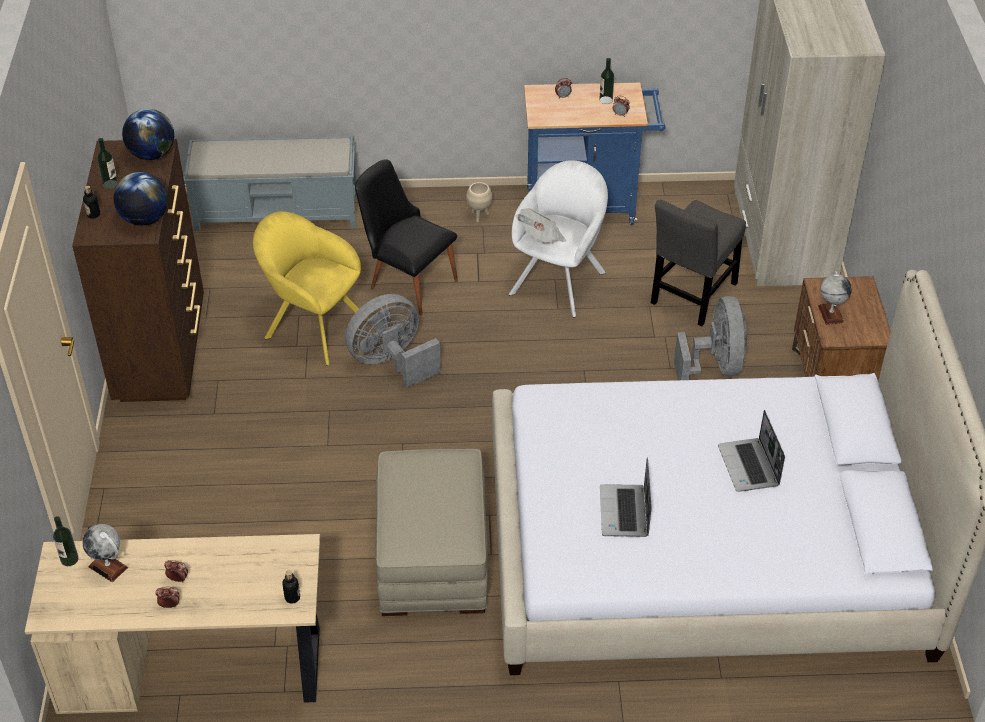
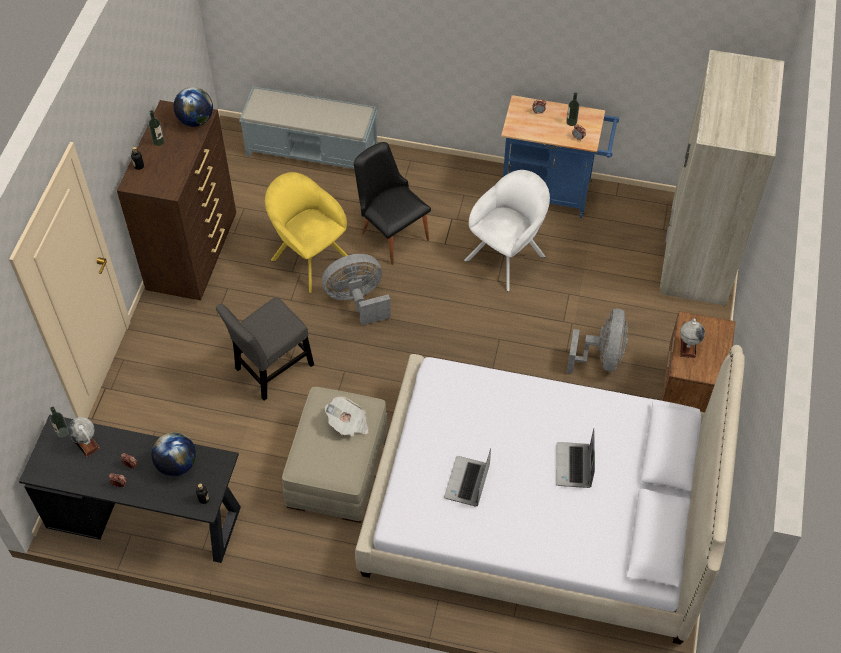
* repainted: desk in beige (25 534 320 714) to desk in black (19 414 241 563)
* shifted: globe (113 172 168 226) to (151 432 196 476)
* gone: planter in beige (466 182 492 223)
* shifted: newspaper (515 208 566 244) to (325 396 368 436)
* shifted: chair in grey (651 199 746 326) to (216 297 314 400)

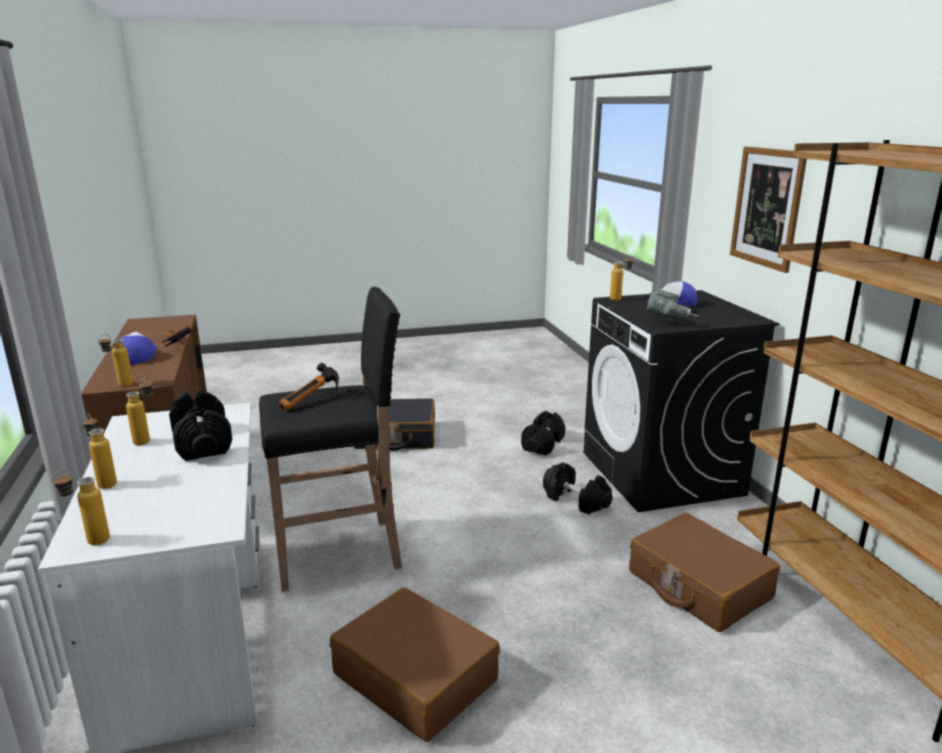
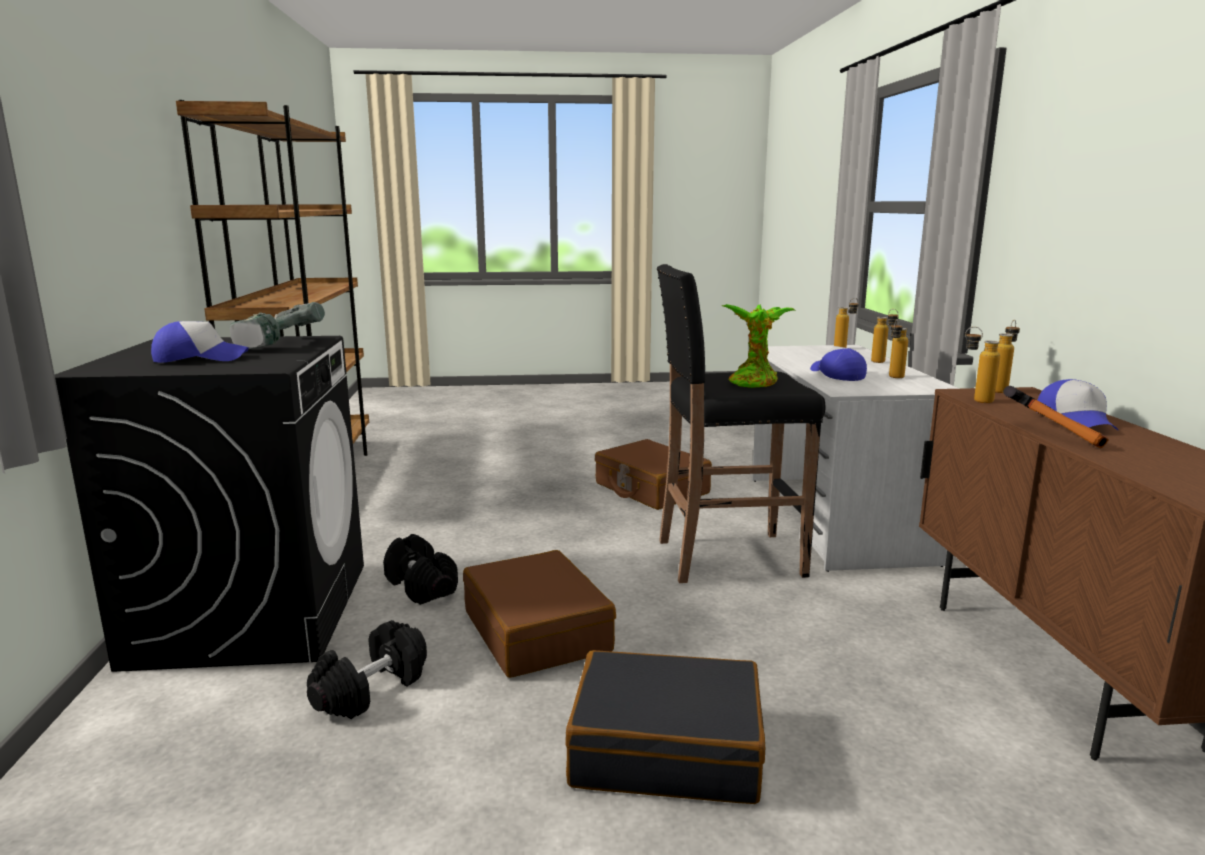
* swapped: dumbbell in black (169 390 232 461) to cap (810 346 867 381)
* swapped: hammer (278 363 339 411) to potted plant (722 304 795 388)
* shifted: bottle (610 255 634 301) to (965 327 1000 403)
* shifted: suitcase in brown (629 513 780 632) to (463 550 616 678)
* gone: picture (730 147 807 273)

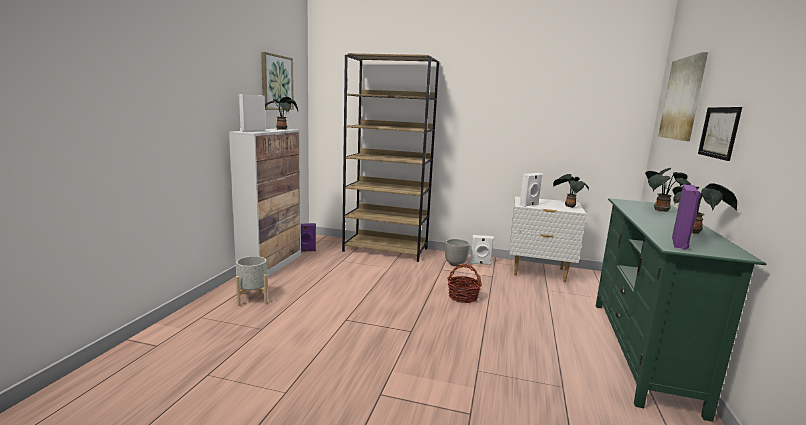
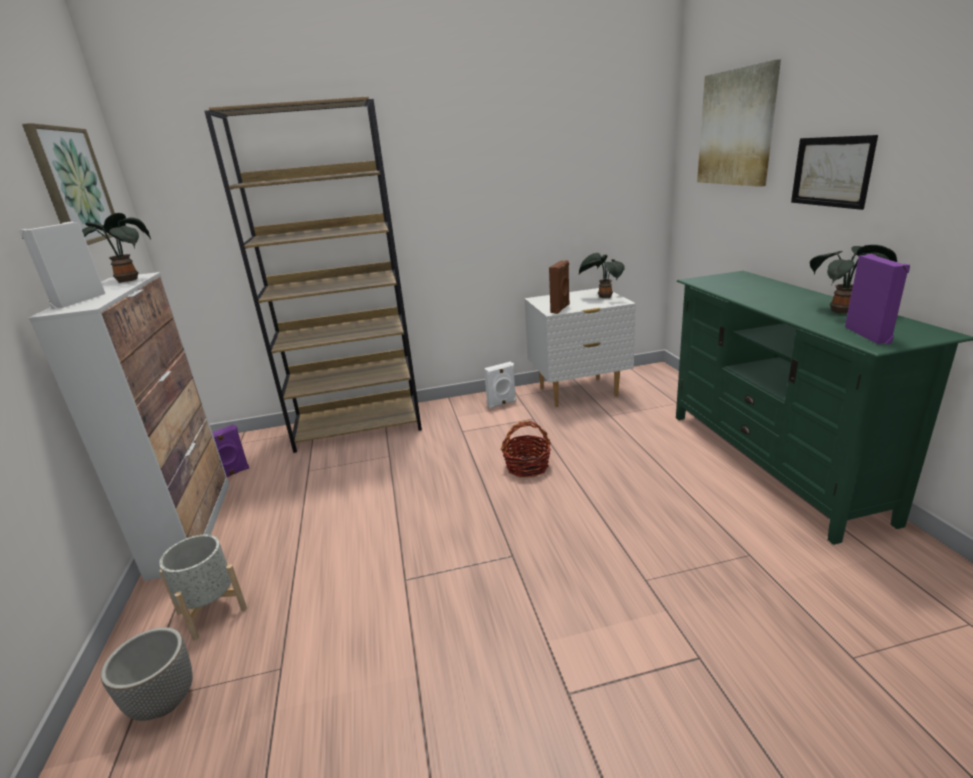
* shifted: planter (445 239 470 266) to (101 627 193 721)
* repainted: speaker in white (520 173 543 207) to speaker in brown (549 260 570 314)
* gone: potted plant (645 168 691 212)

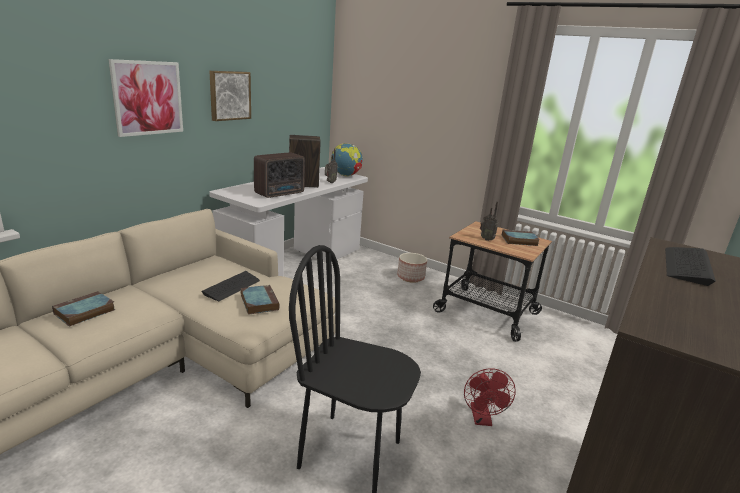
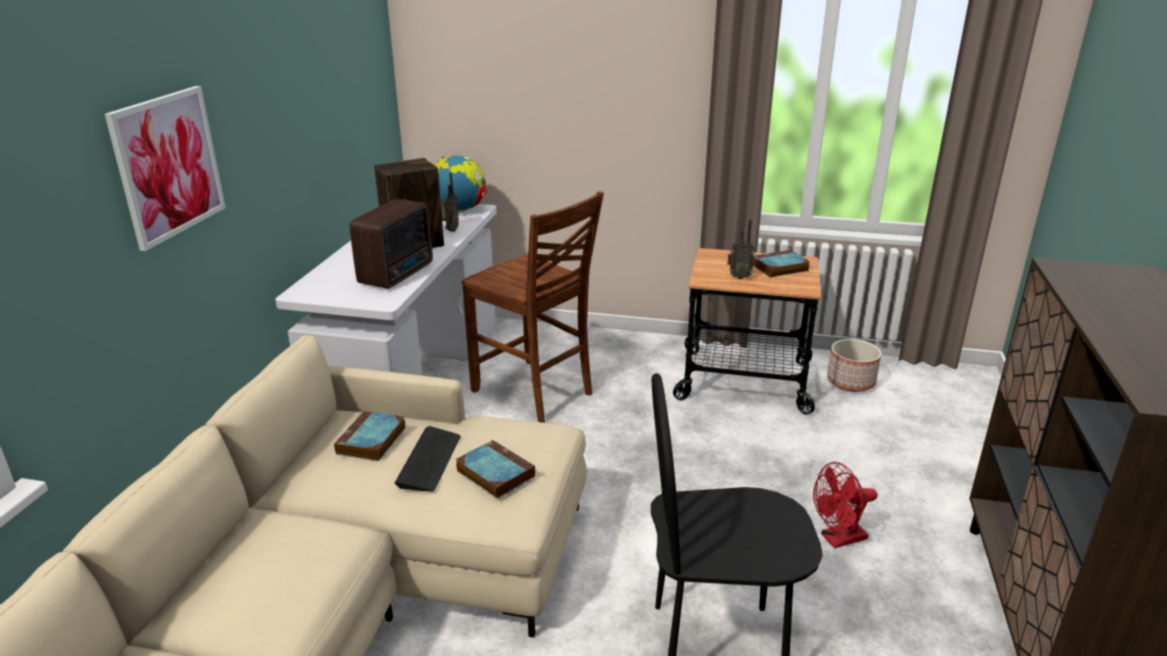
* shifted: book (52 291 115 327) to (334 411 406 461)
* gone: picture (209 71 251 121)
* shifted: planter (397 253 427 283) to (827 339 881 392)
* rotated: fan in red (464 368 516 426) = (813 462 877 548) 90 degrees clockwise
* gone: keyboard (665 247 716 286)
* new: chair in brown (462 191 604 423)

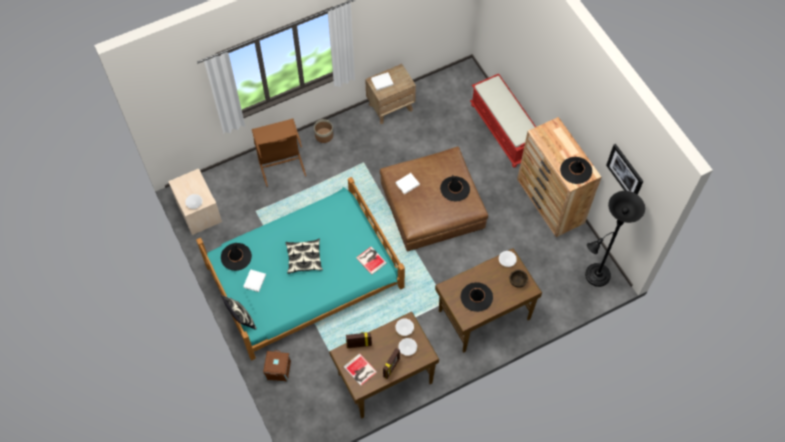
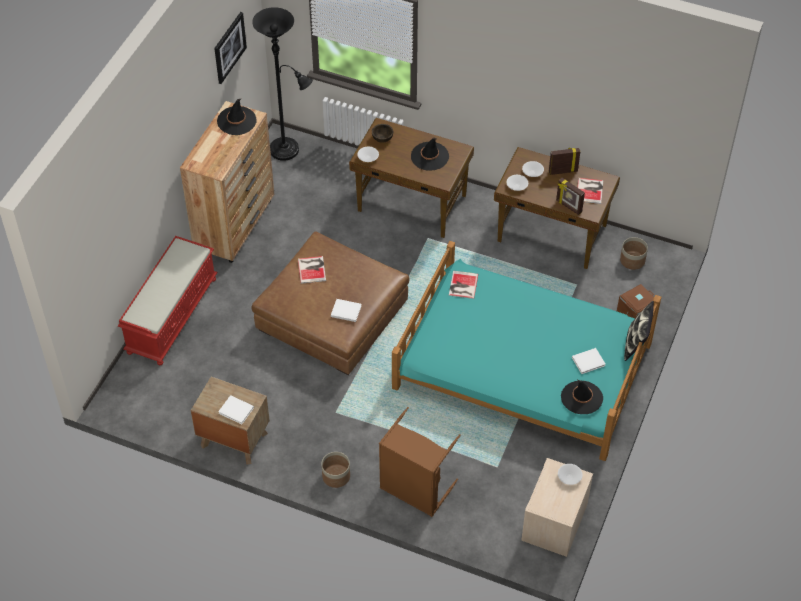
* gone: pillow (285 239 323 274)
* swapped: hat in black (440 174 470 202) to book (298 256 326 284)
* new: planter (620 237 648 270)

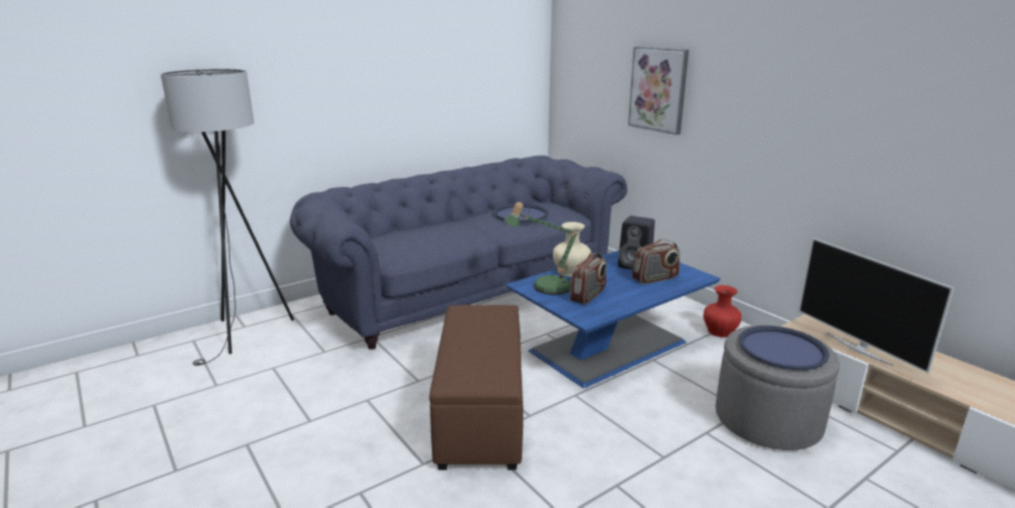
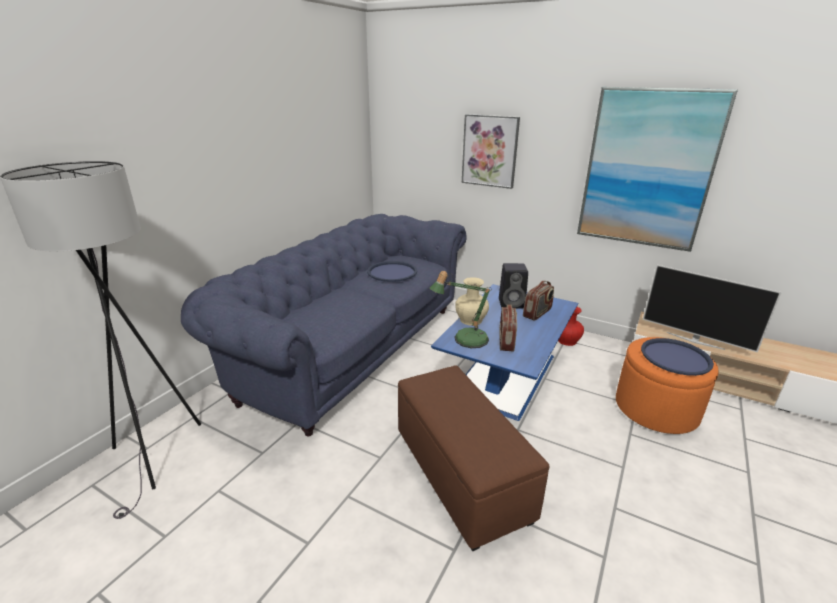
* repainted: ottoman in grey (716 325 840 450) to ottoman in orange (616 337 718 434)
* new: picture (577 87 738 252)

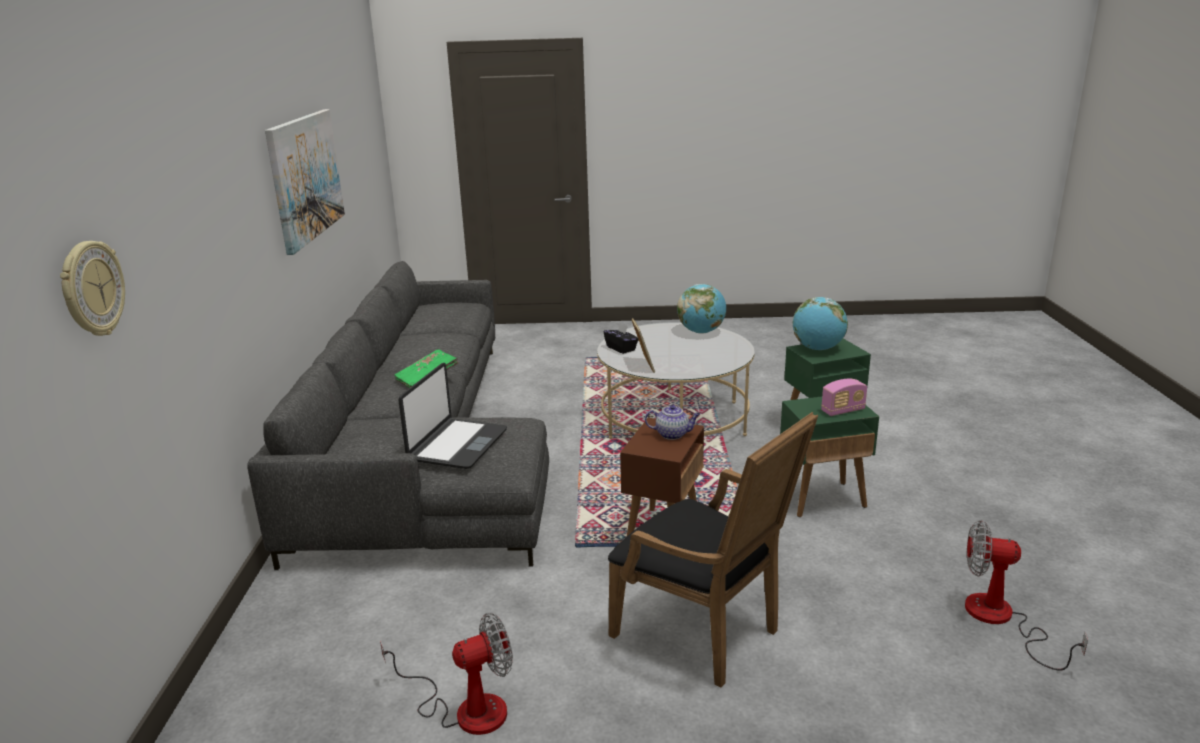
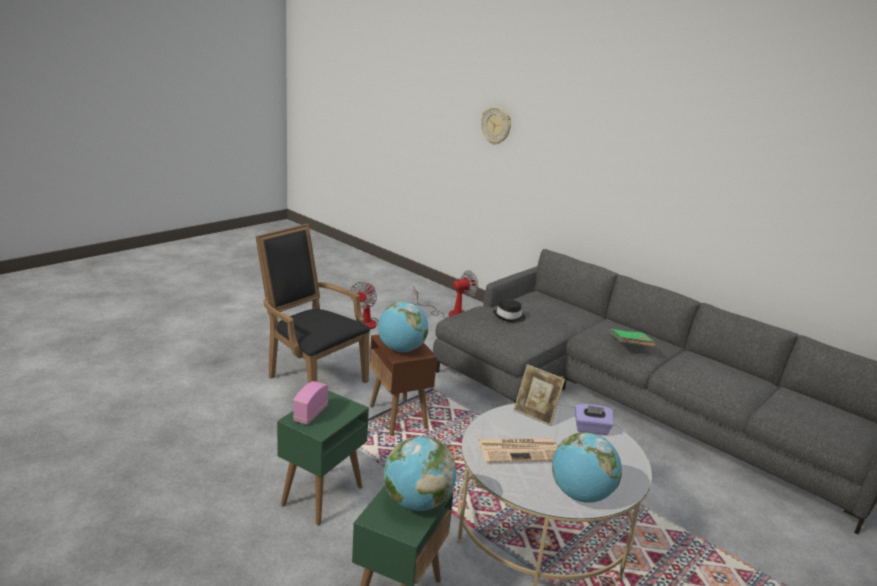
* gone: picture (265 109 345 255)
* swapped: laptop (398 363 507 469) to hat in black (493 299 526 322)
* repainted: tissue box in black (604 323 638 354) to tissue box in purple (575 404 614 435)
* rotated: armchair in black (608 412 818 688) = (255 224 370 383) 45 degrees clockwise
* swapped: teapot (645 405 700 440) to globe (378 301 428 352)
* shifted: fan (965 520 1088 670) to (413 270 478 318)
* new: newspaper (478 438 557 463)

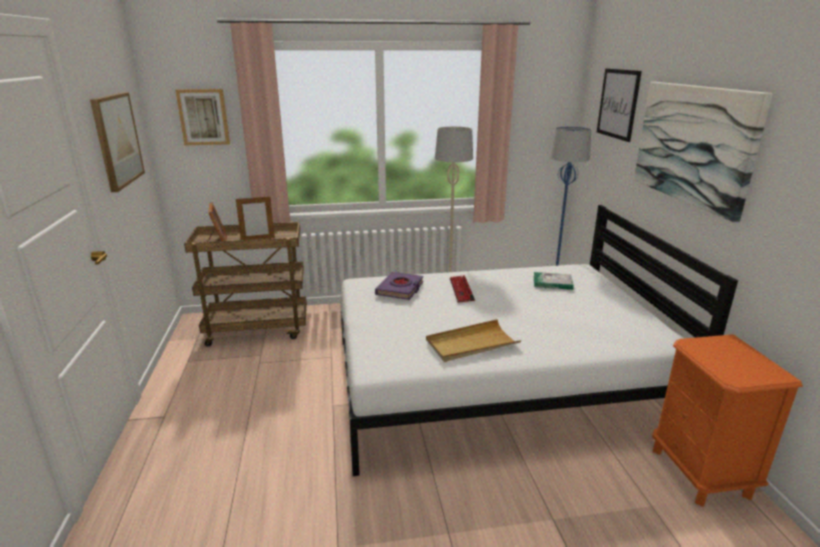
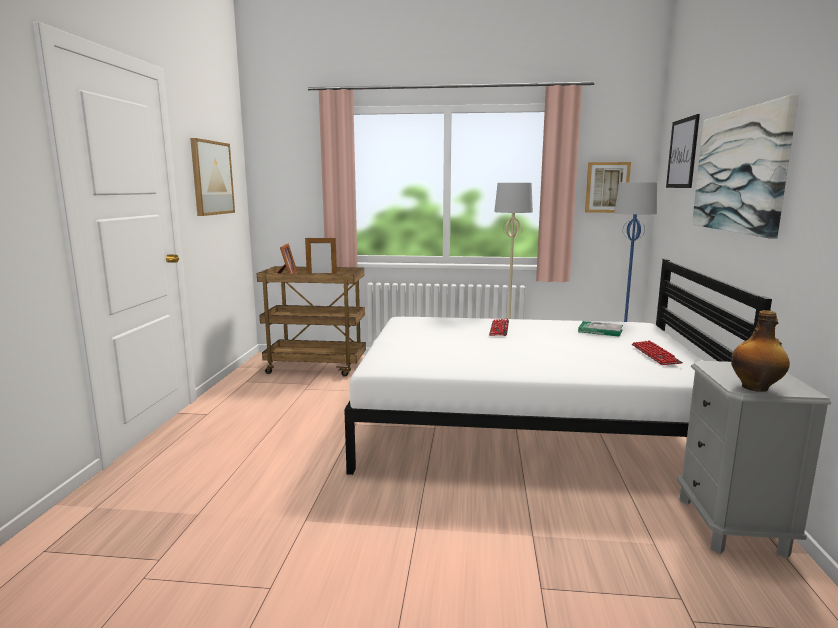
* shifted: picture (175 89 230 145) to (585 162 631 213)
* gone: book in purple (375 272 424 300)
* gone: tray in beige (426 319 521 362)
* repainted: nightstand in orange (652 334 803 507) to nightstand in grey (677 361 831 559)
* new: keyboard (632 340 683 365)
* new: bottle (731 310 790 392)

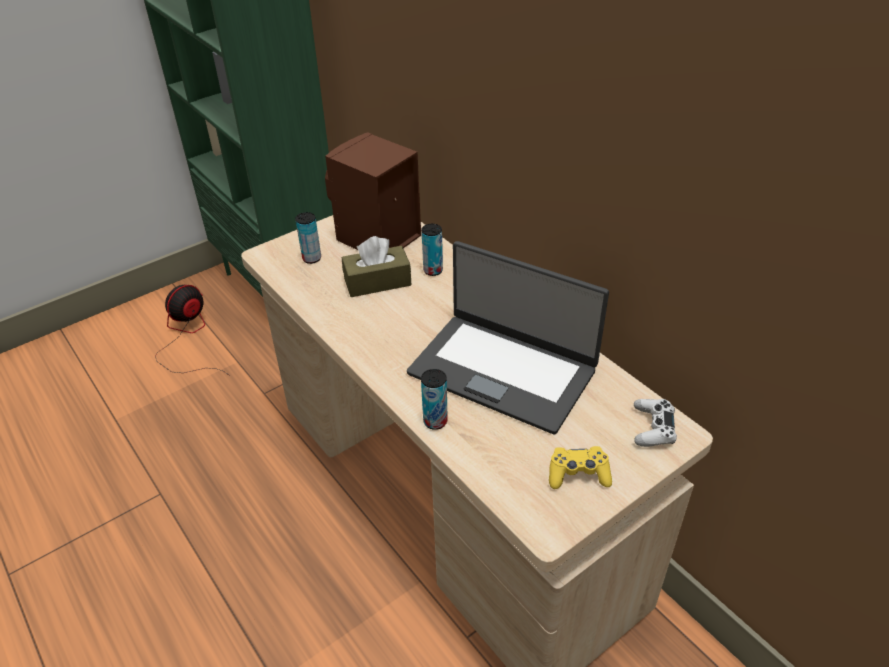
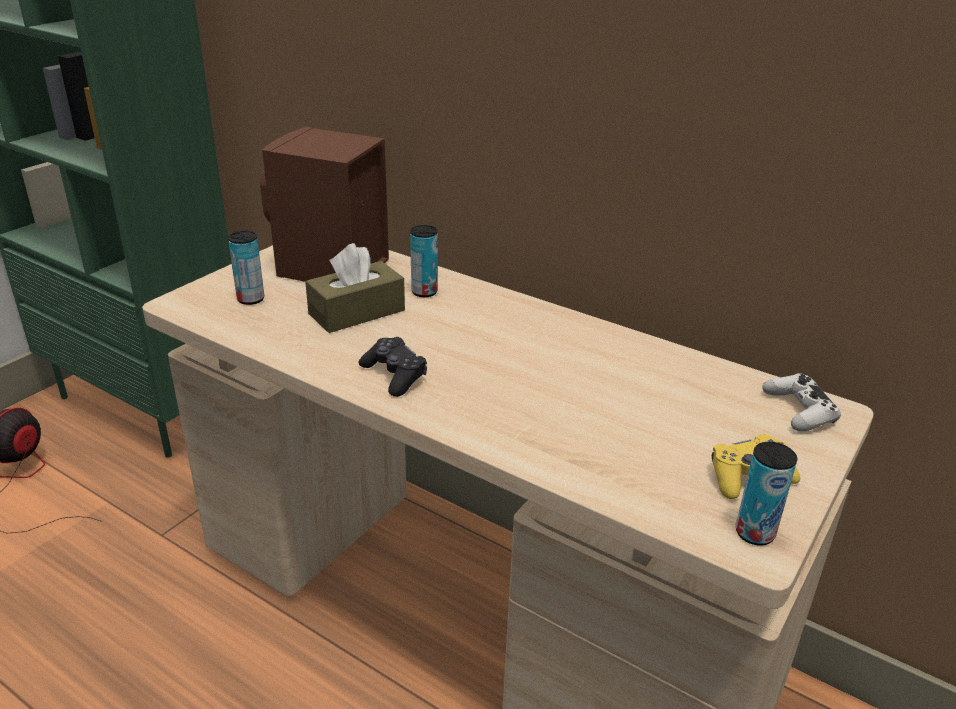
* gone: laptop (407 241 609 435)
* shifted: can (421 369 448 430) to (736 442 797 546)
* new: game controller in black (358 337 427 397)

